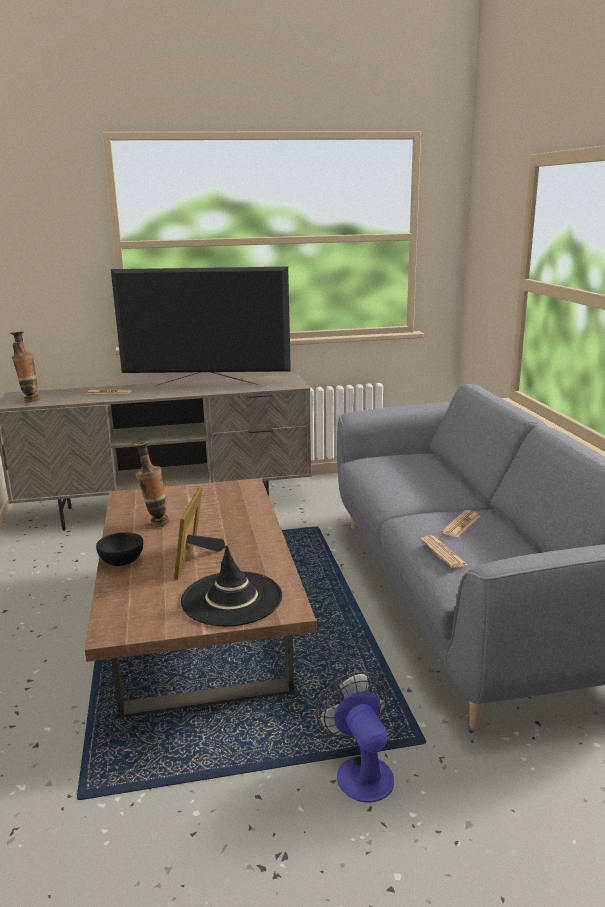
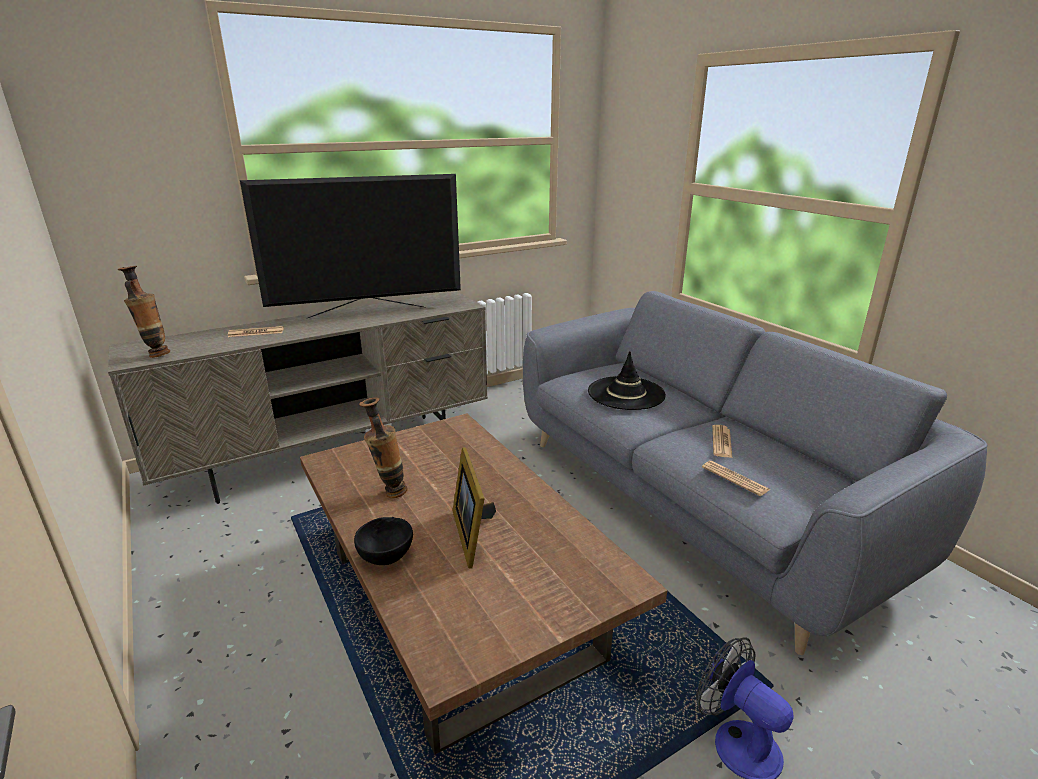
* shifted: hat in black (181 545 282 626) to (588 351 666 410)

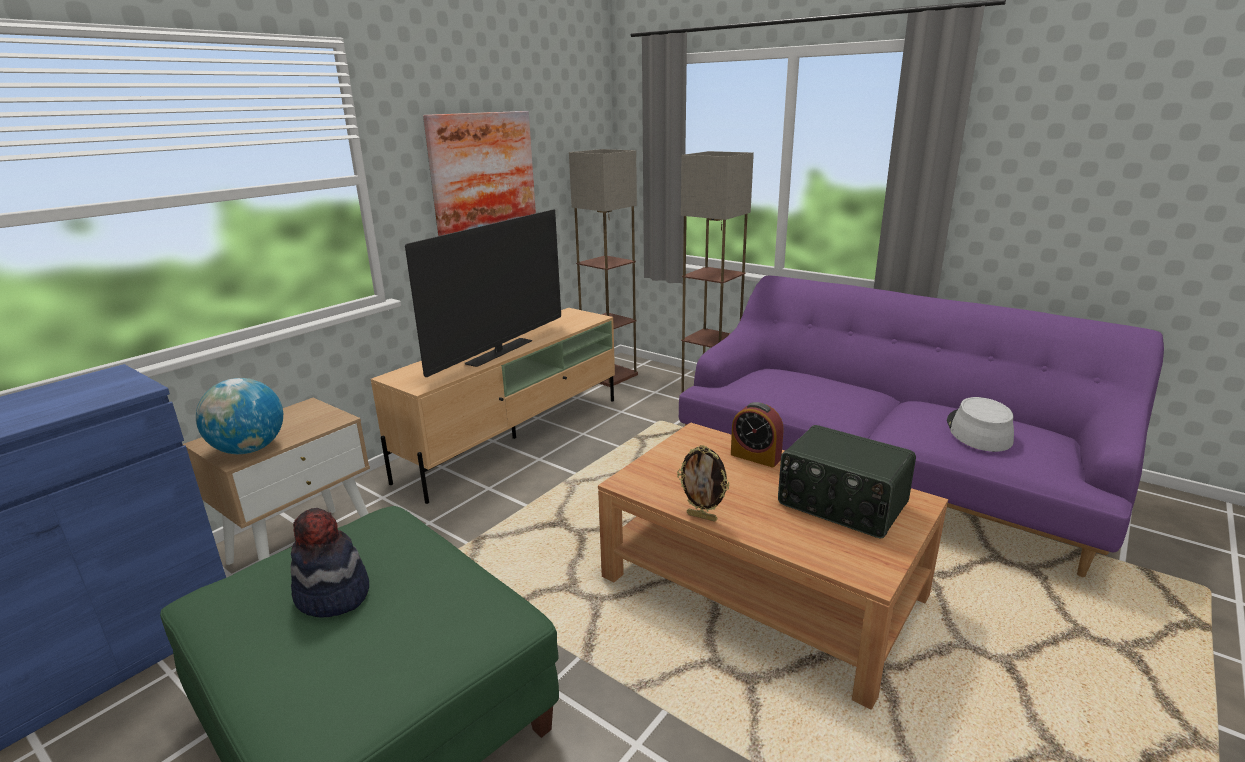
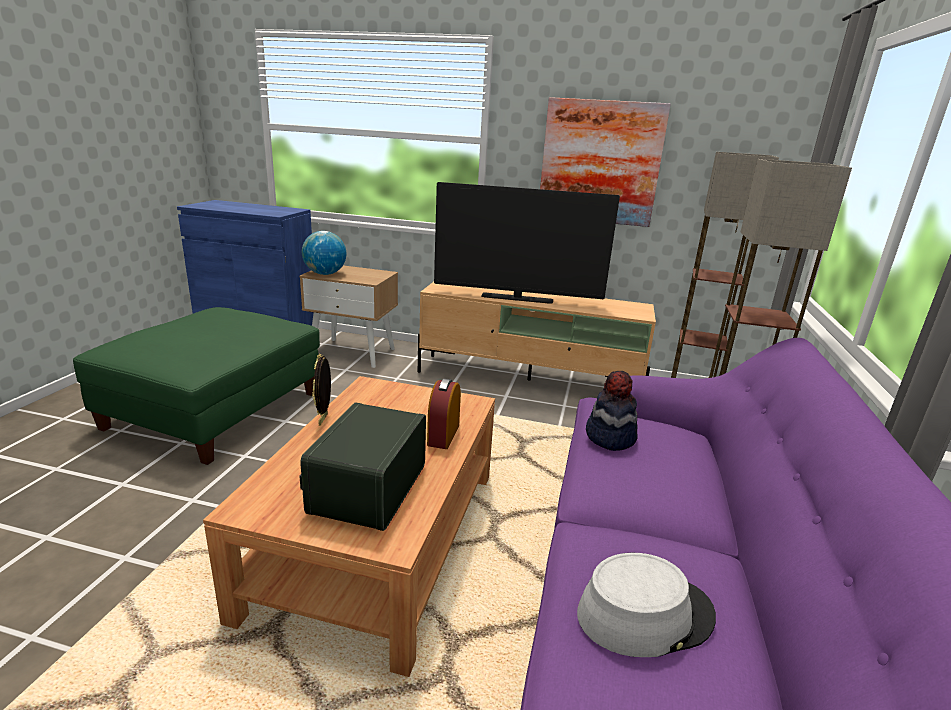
* shifted: hat (291 508 369 618) to (586 371 638 451)

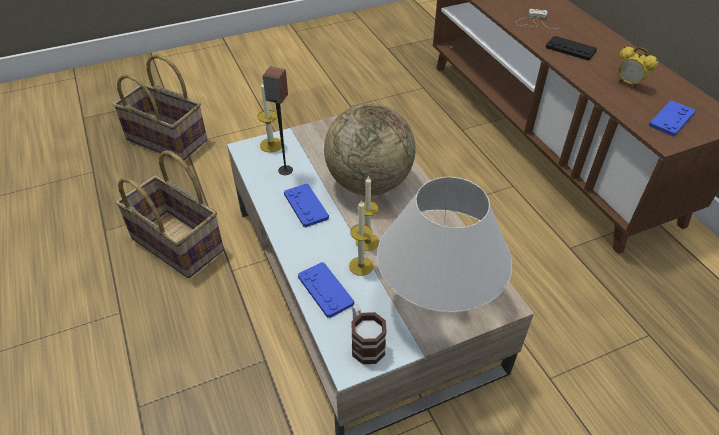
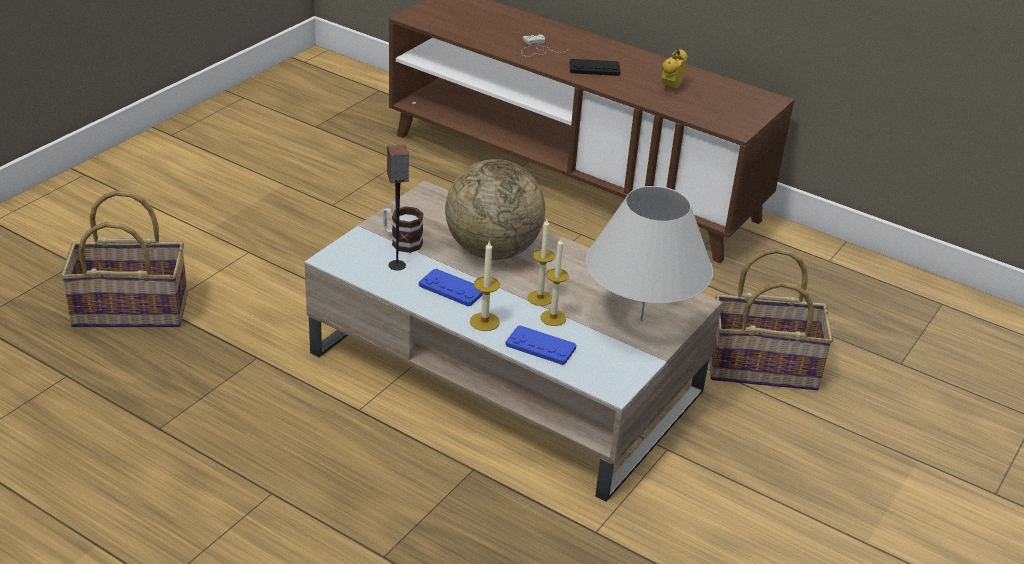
* shifted: basket (115 150 224 278) to (709 248 834 390)
* shifted: candle (257 81 282 152) to (470 241 500 331)
* shifted: mug (351 305 387 364) to (383 206 423 253)
* rotated: alarm clock (618 46 658 88) = (662 49 688 91) 105 degrees clockwise
* gone: game controller in blue (649 101 695 136)

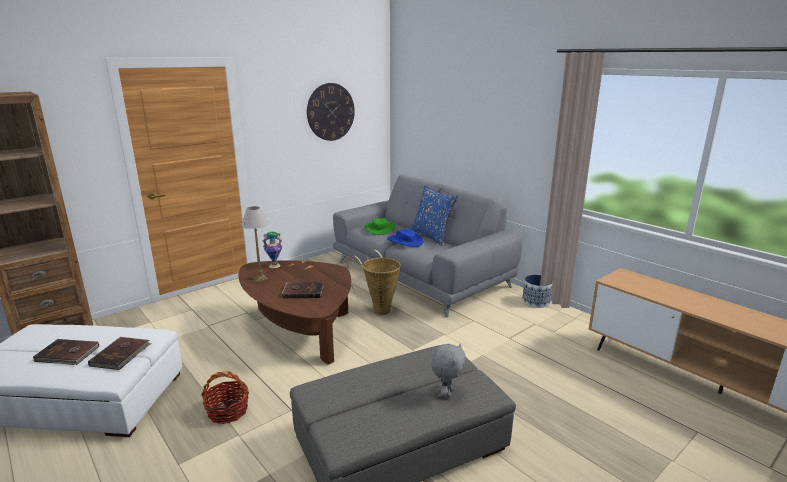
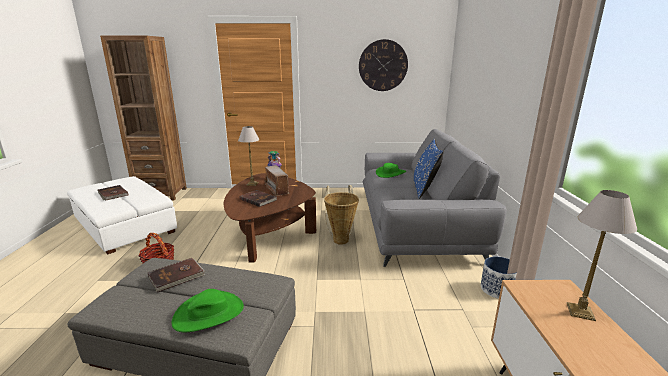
* shifted: book in brown (88 337 152 370) to (148 258 205 292)
* gone: hat in blue (387 229 423 247)
* swapped: plush toy in grey (432 343 466 398) to hat in green (172 289 244 332)
* new: radio (265 165 289 197)
* new: table lamp (567 190 637 321)

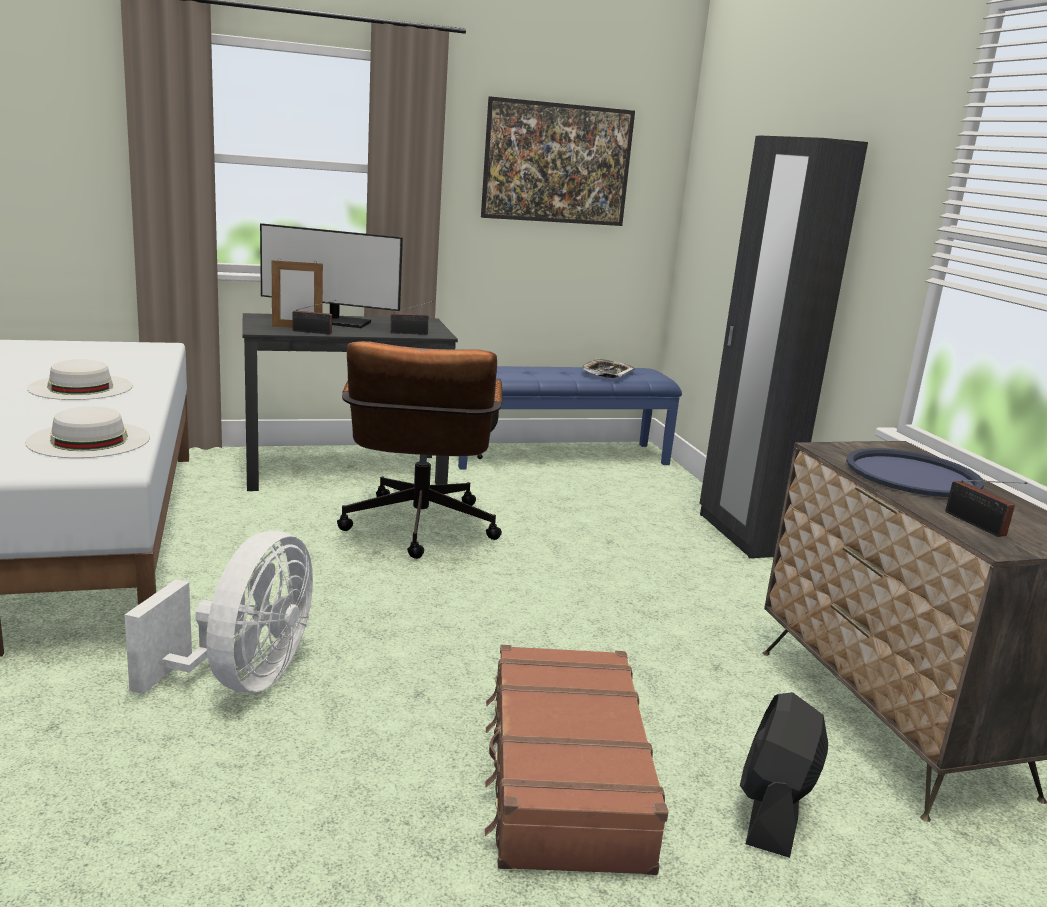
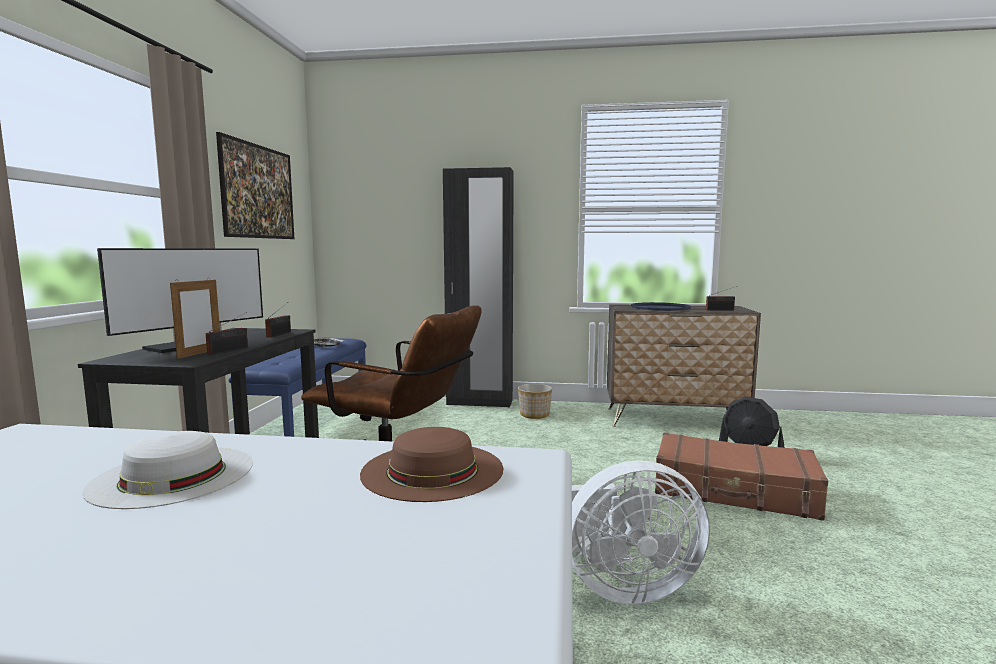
* repainted: hat in white (25 406 150 458) to hat in brown (360 427 503 502)
* rotated: fan in white (125 531 313 694) = (572 461 710 605) 135 degrees clockwise
* new: planter (518 384 552 419)

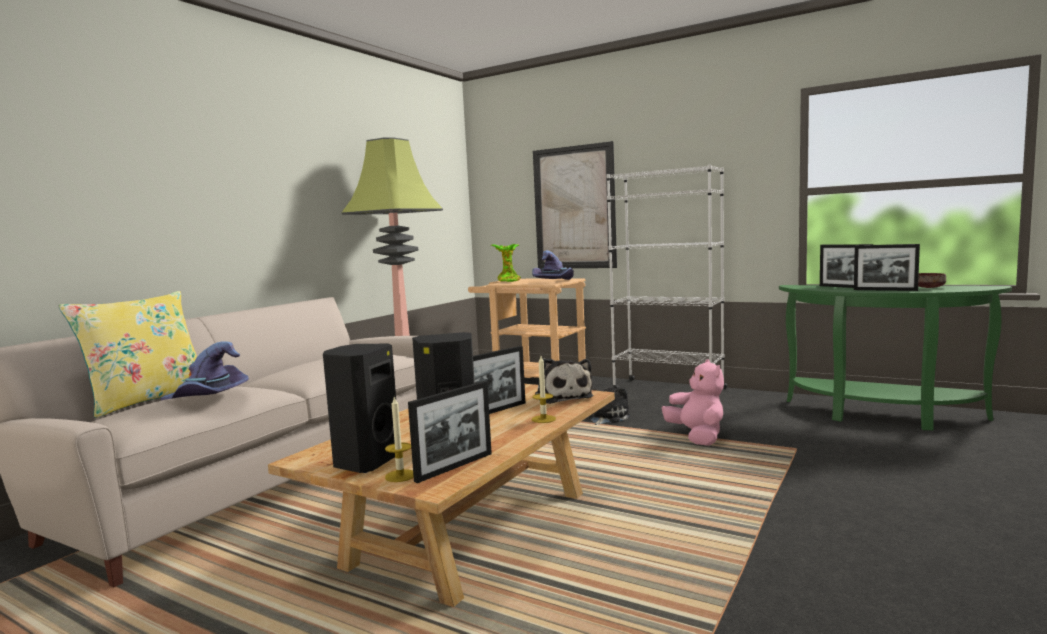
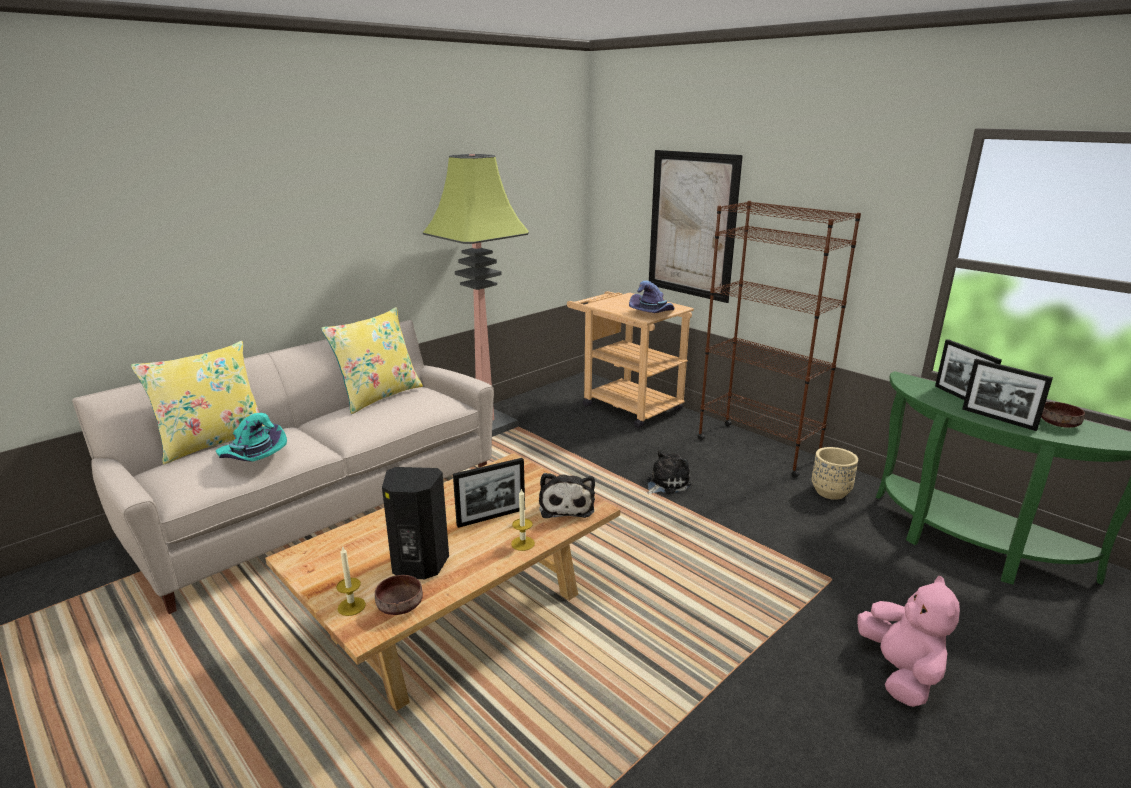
* repainted: hat in purple (161 341 249 400) to hat in turquoise (216 413 287 462)
* gone: speaker in black (323 344 396 473)
* swapped: picture frame (408 381 492 483) to bowl in brown (375 575 423 615)
* gone: potted plant (490 244 521 282)
* repainted: bookcase in white (606 165 728 389) to bookcase in brown (698 201 861 478)
* shifted: plush toy in pink (662 359 724 446) to (857 576 960 707)
* new: pillow in yellow (321 307 423 414)
* new: planter in beige (812 447 858 500)

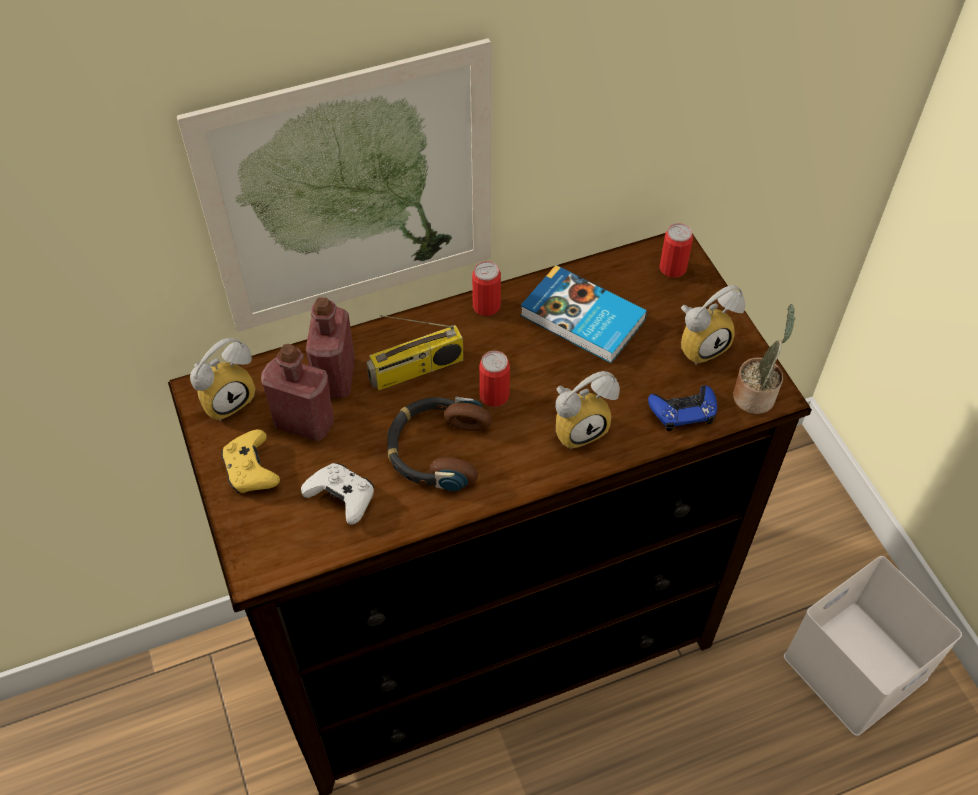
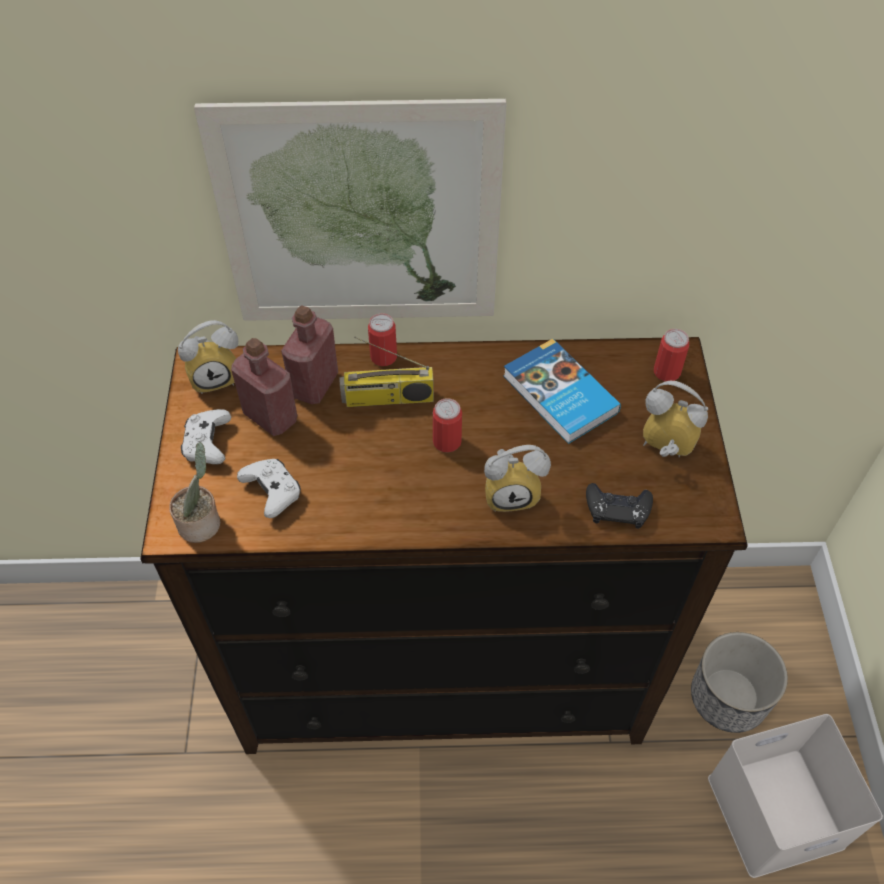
* repainted: game controller in yellow (221 429 280 493) to game controller in white (181 409 231 464)
* gone: headphones (387 397 492 491)
* shifted: can (472 261 501 316) to (368 313 397 366)
* repainted: game controller in blue (648 385 717 431) to game controller in black (586 483 653 529)
* rotated: alarm clock (681 285 745 365) = (643 381 708 457) 150 degrees counterclockwise
* shifted: potted plant (733 304 795 414) to (169 442 220 543)
* new: planter (691 632 788 733)

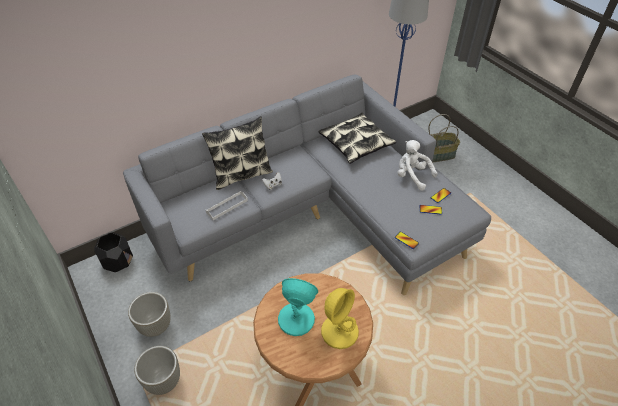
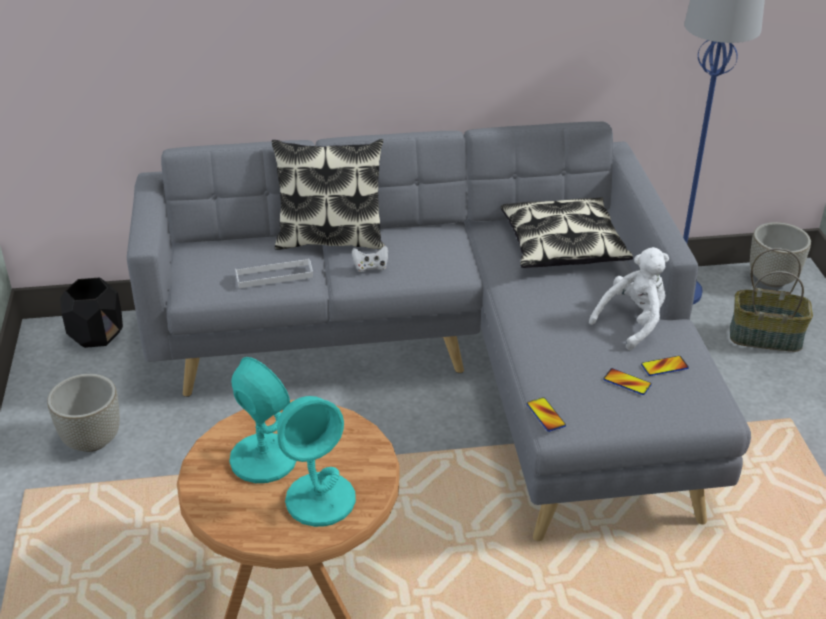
* shifted: planter in grey (134 346 180 395) to (750 222 811 287)
* repainted: table lamp in yellow (321 288 359 349) to table lamp in turquoise (277 396 356 527)
* rotated: plush toy in white (398 140 437 191) = (589 247 669 350) 75 degrees clockwise

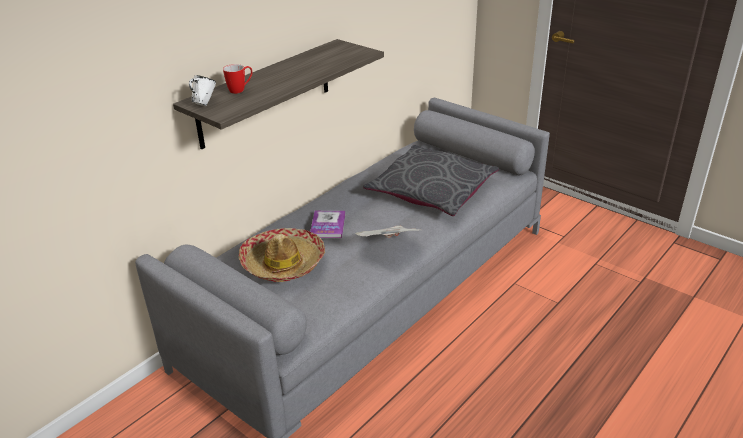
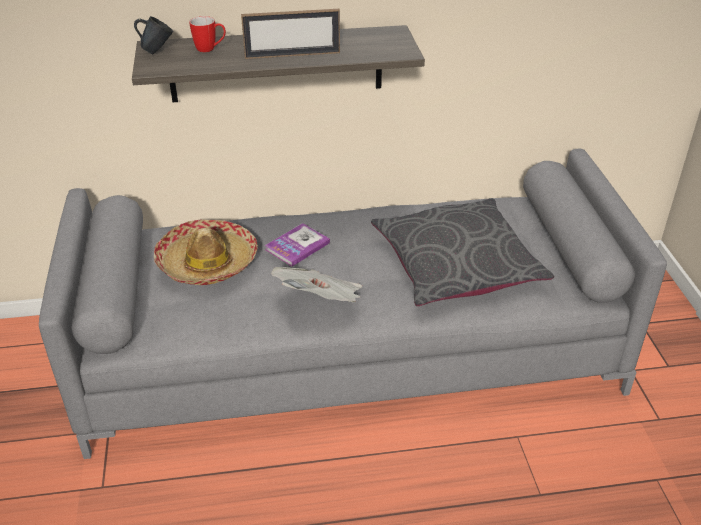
* repainted: mug in white (189 75 216 106) to mug in blue (134 16 173 54)
* new: picture frame (241 9 340 59)

